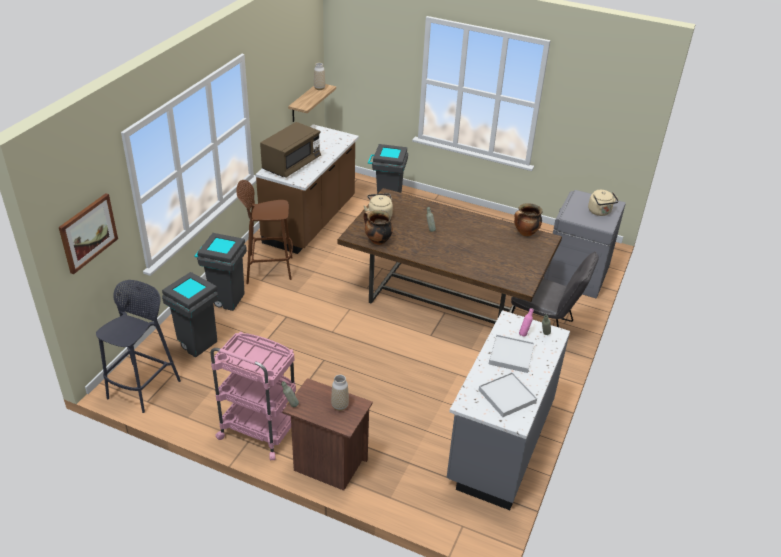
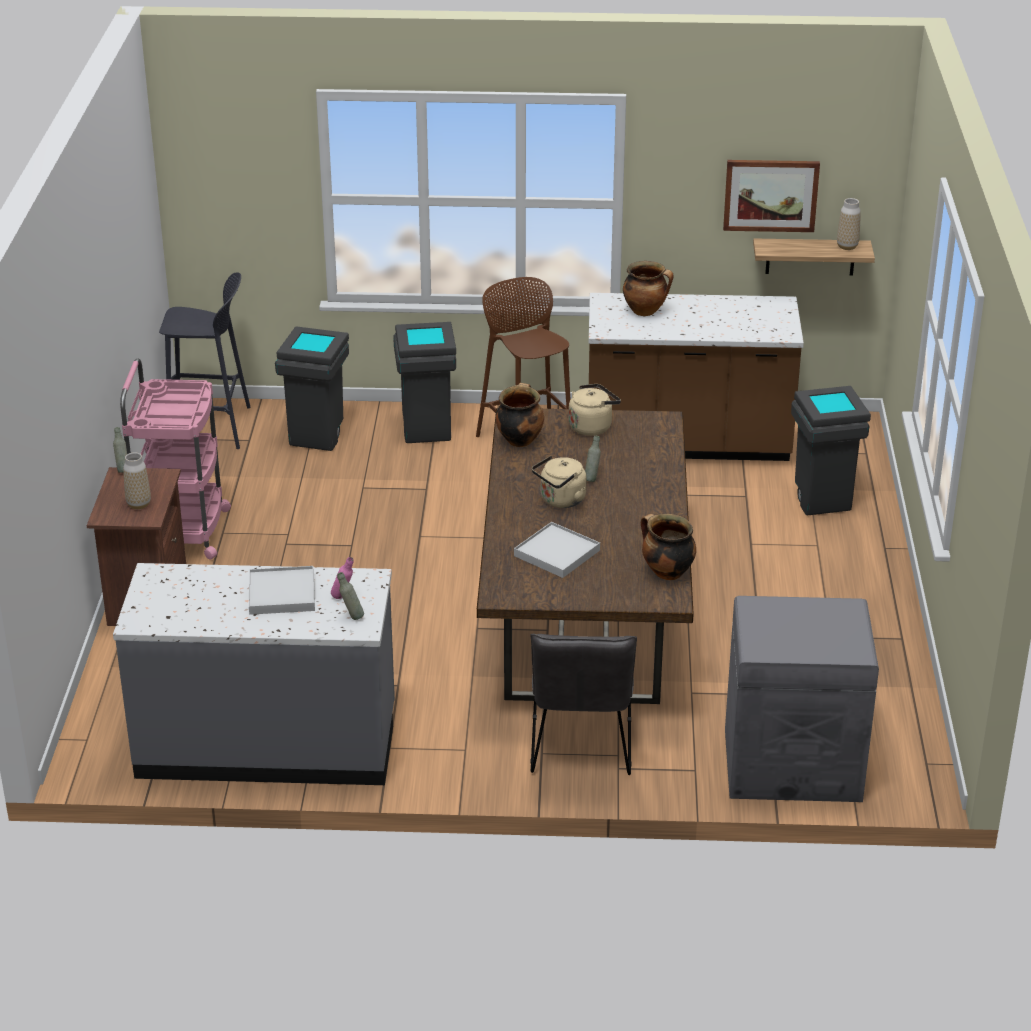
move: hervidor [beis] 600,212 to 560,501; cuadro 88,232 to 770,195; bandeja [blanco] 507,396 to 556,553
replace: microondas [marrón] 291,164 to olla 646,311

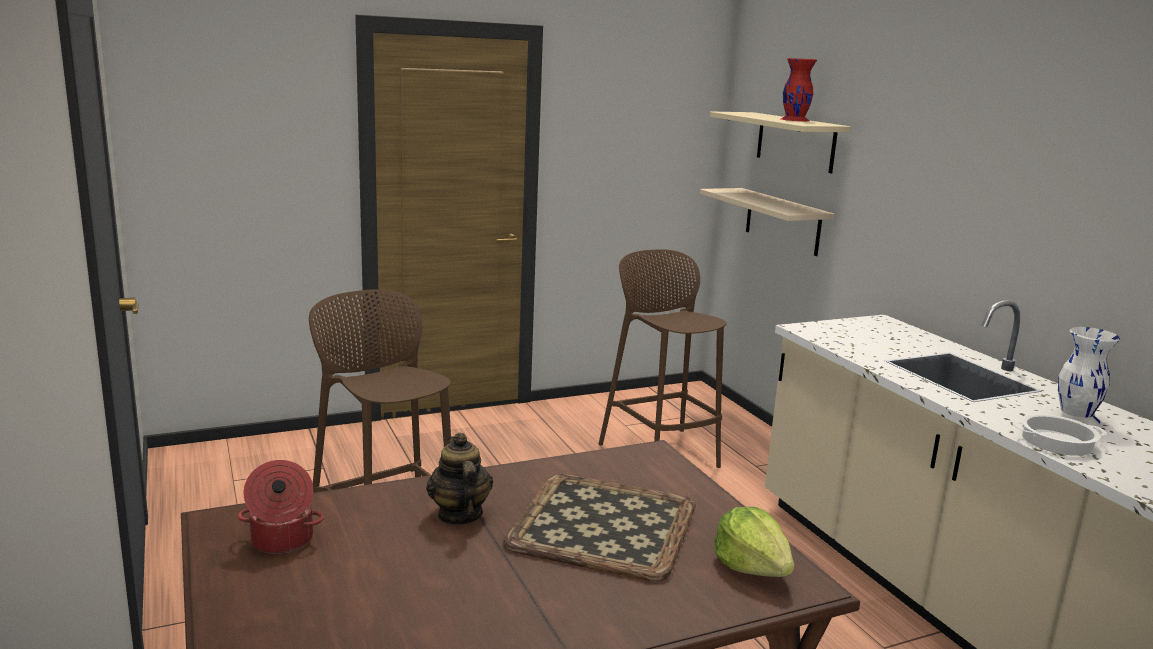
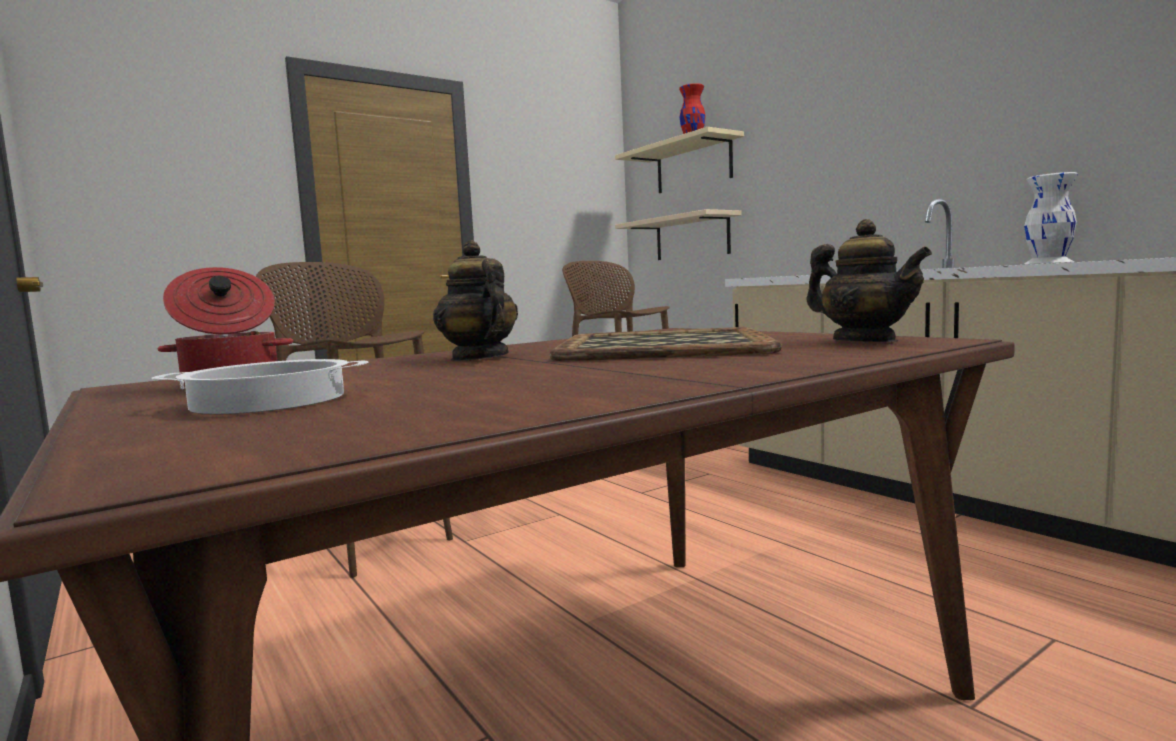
move: olla 1057,441 to 271,401
replace: lechuga 752,566 to tetera 864,341

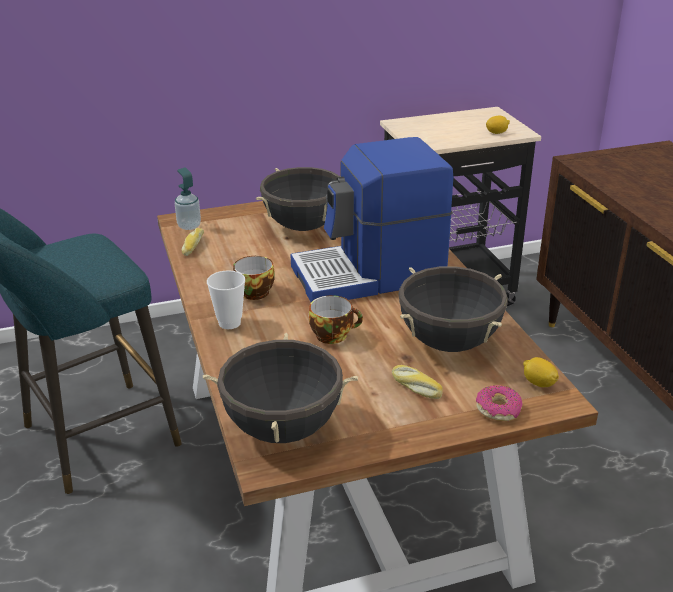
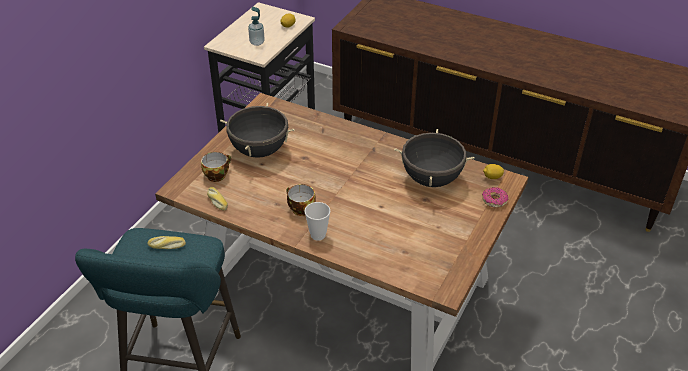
delete: cafetera 370,275; olla [negro] 283,428
move: dispensador de jabón 189,226 to 257,42; taza 333,335 to 217,174; pan 415,387 to 166,246

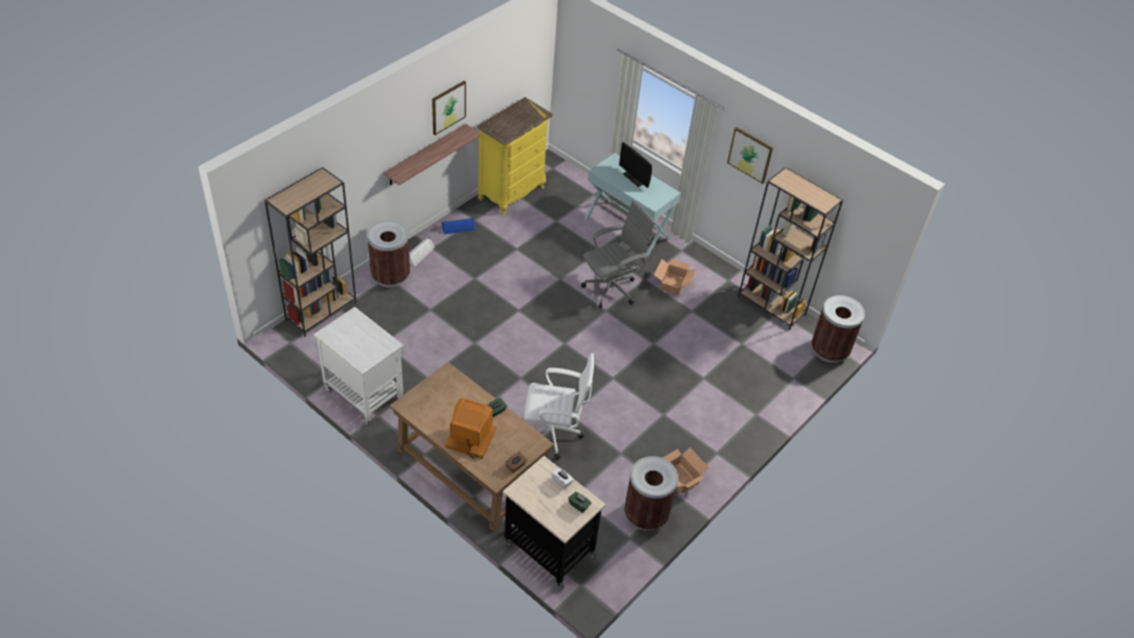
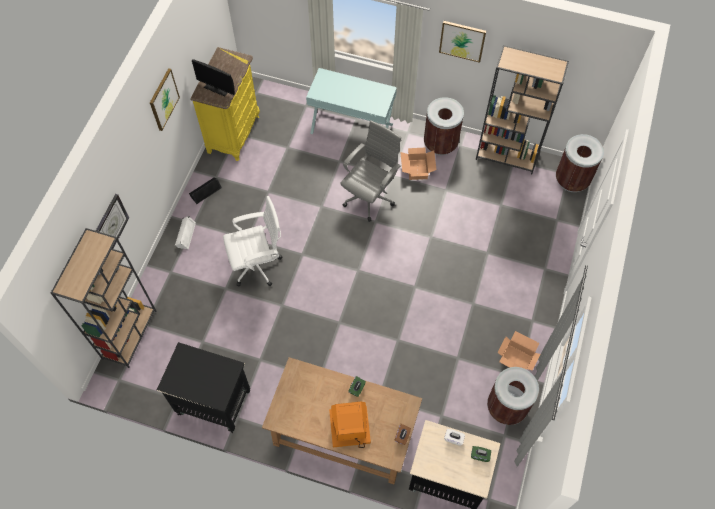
delete: estante 425,155
insert: reloj de pared 111,224
move: monitor 634,178 to 217,88; papelera [marrón] 390,276 to 440,143; silla de oficina [blanco] 554,434 to 258,264
recolor: altavoz [azul] 458,227 to altavoz [negro] 205,191; carrito [blanco] 363,394 to carrito [negro] 213,402

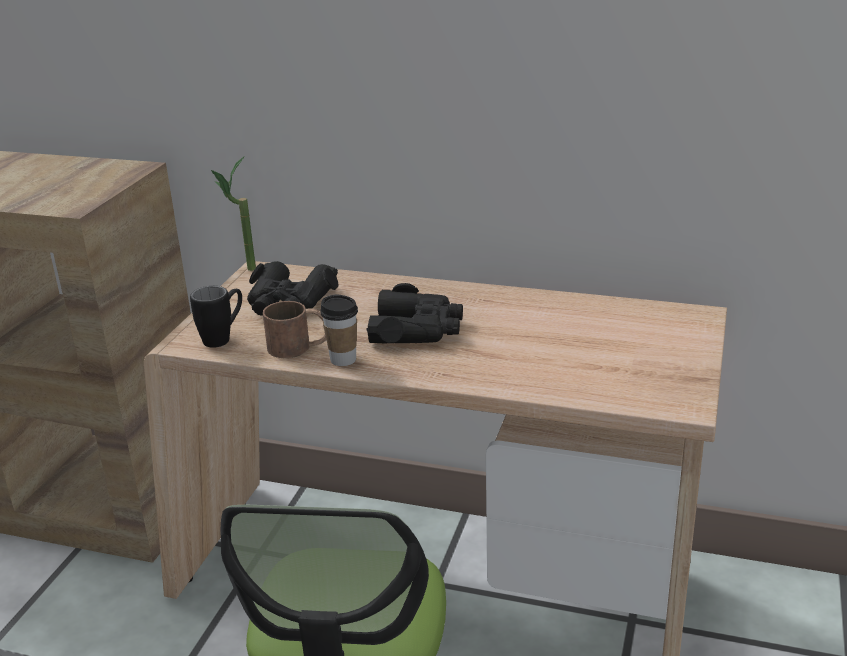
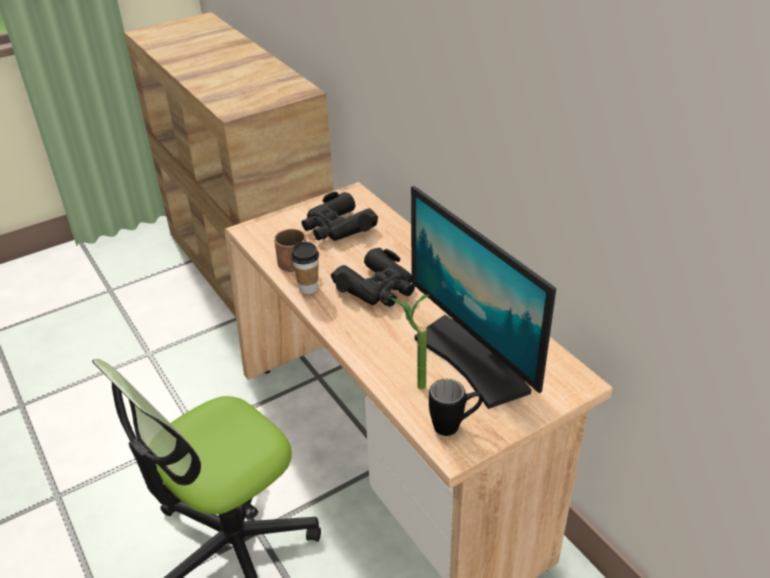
insert: monitor 473,360
move: planta en maceta 243,270 to 412,385; taza grande [negro] 223,337 to 454,425

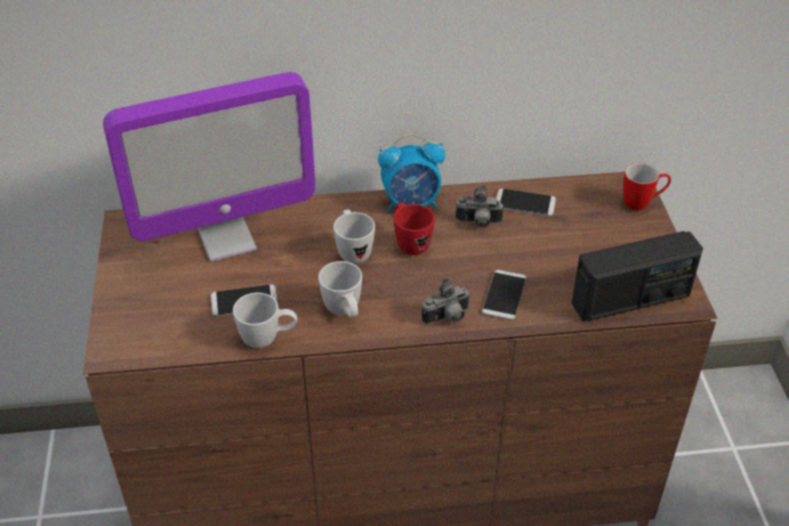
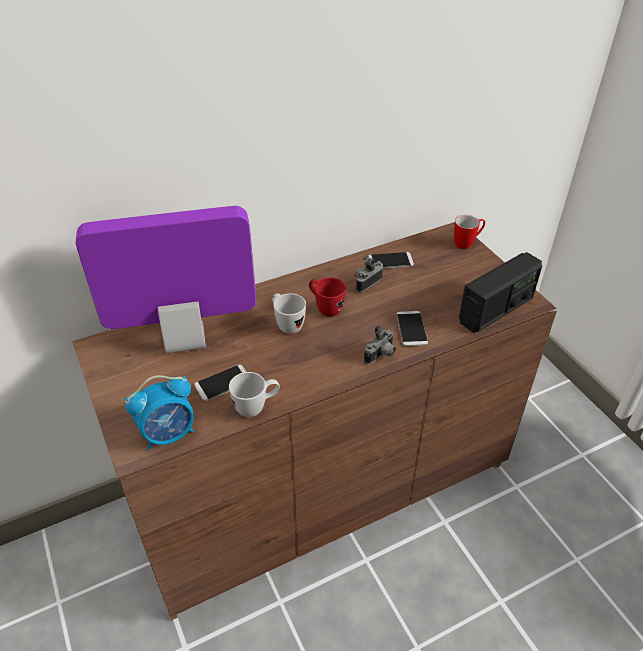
delete: taza grande [blanco] 344,312
move: despertador 411,203 to 169,434
rotate: monitor 227,239 = 185,339 150 degrees counterclockwise; cámara 478,223 = 366,282 150 degrees clockwise

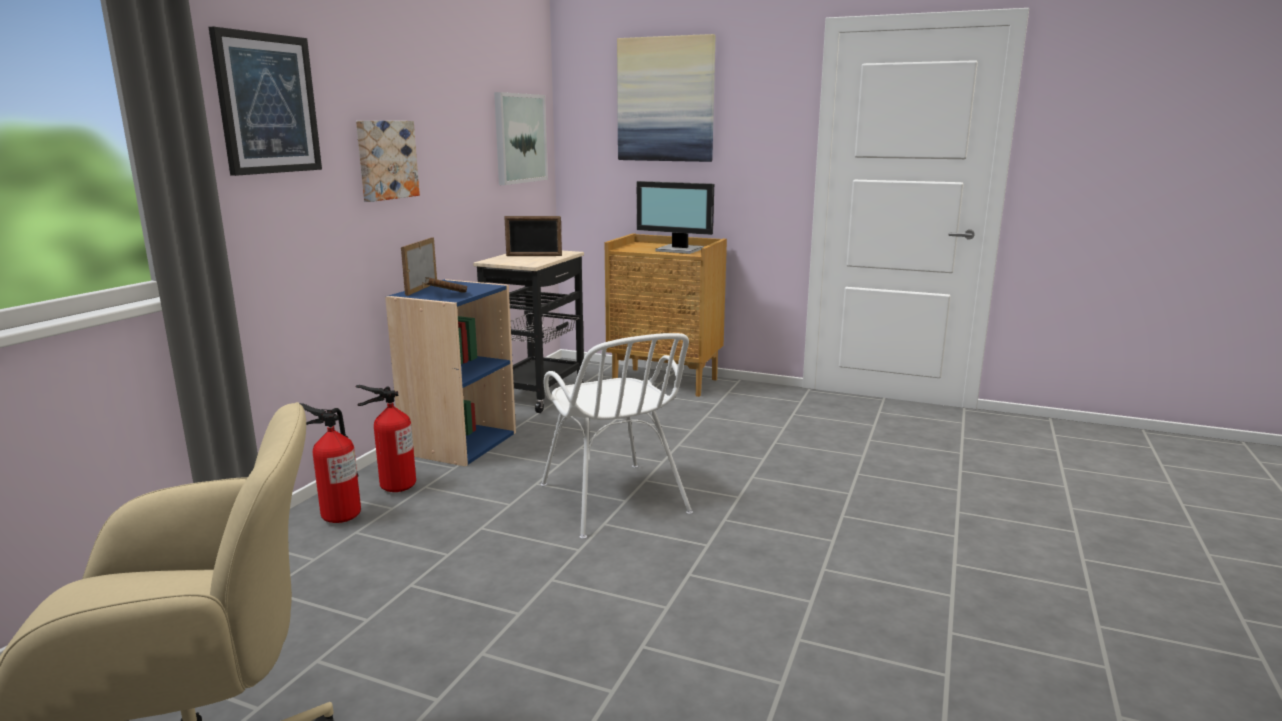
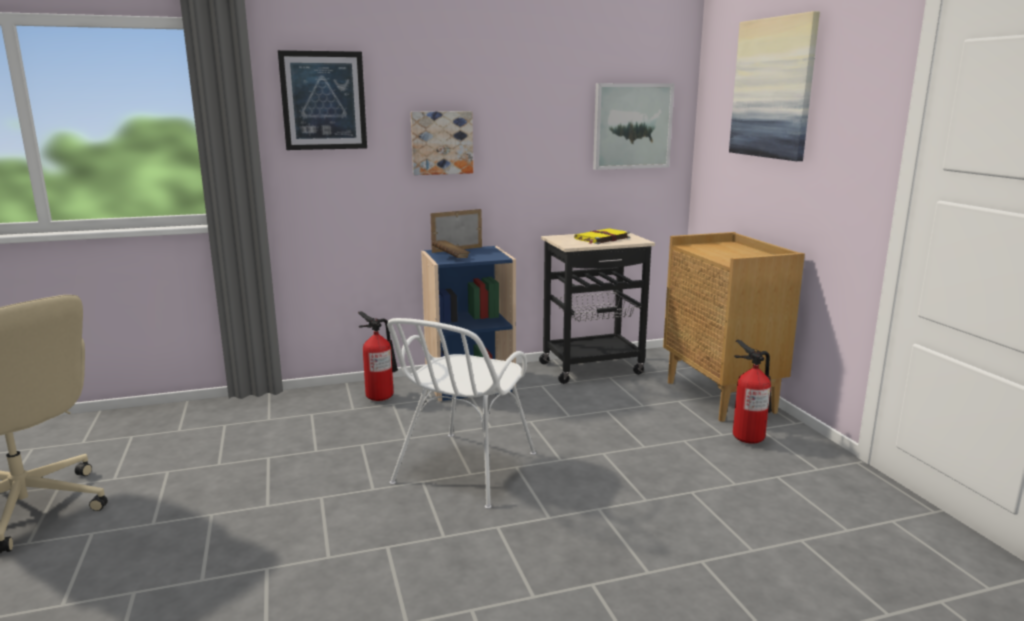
delete: monitor 679,250
move: extintor 342,515 to 750,438
replace: portarretratos 534,256 to libro [amarillo] 601,238

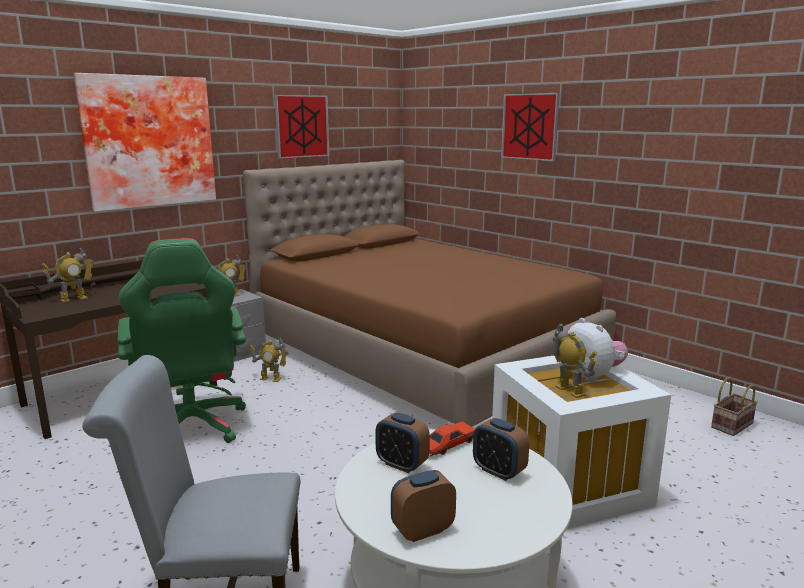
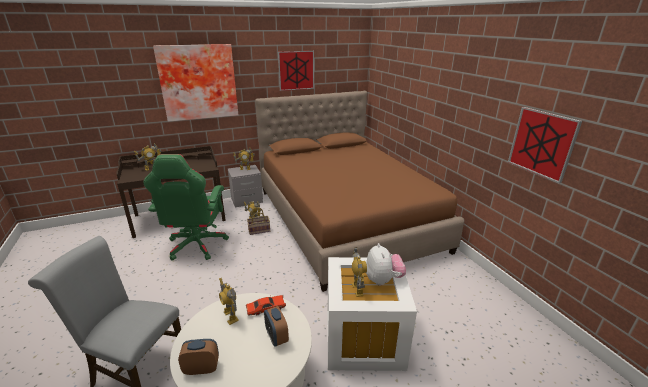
move: cuadro 529,126 to 542,143; cesta 731,425 to 259,230
replace: despertador 402,464 to robot de juguete 230,316

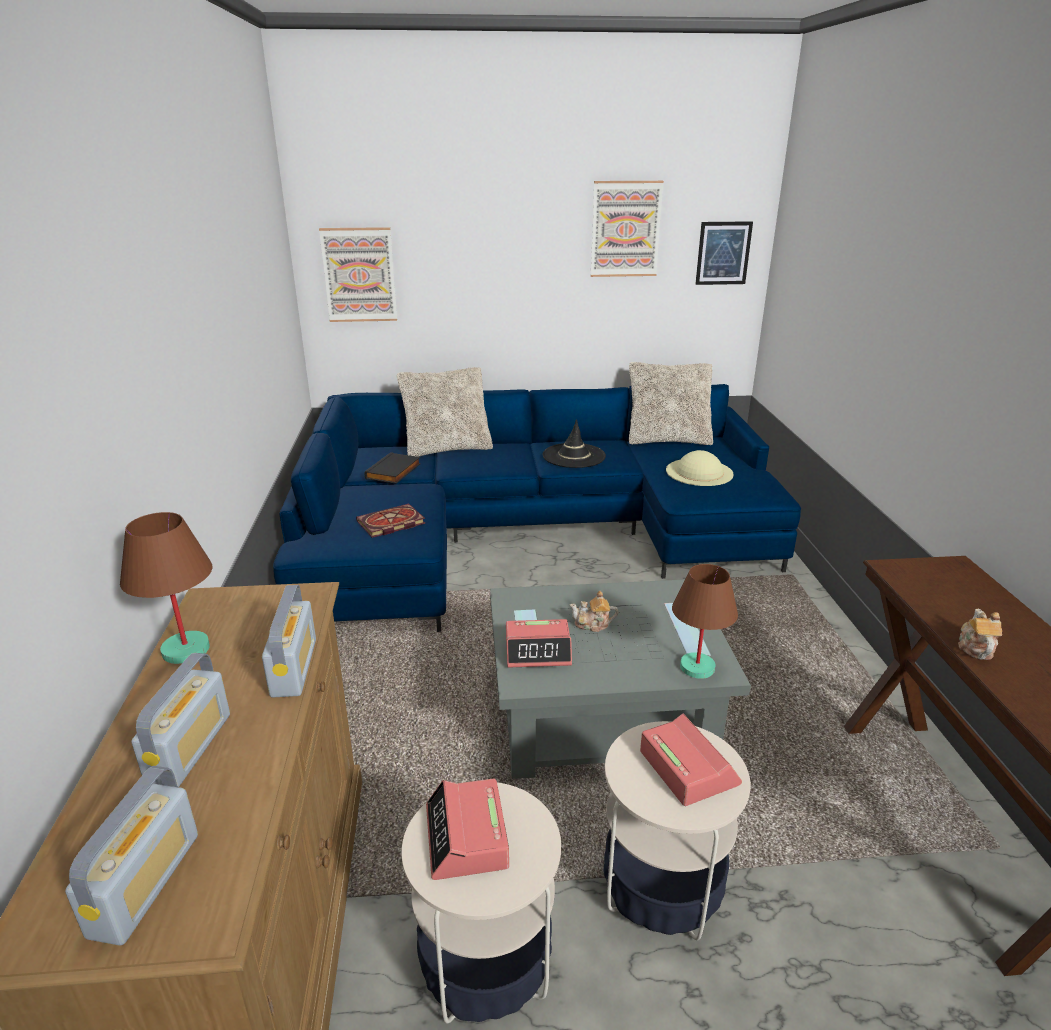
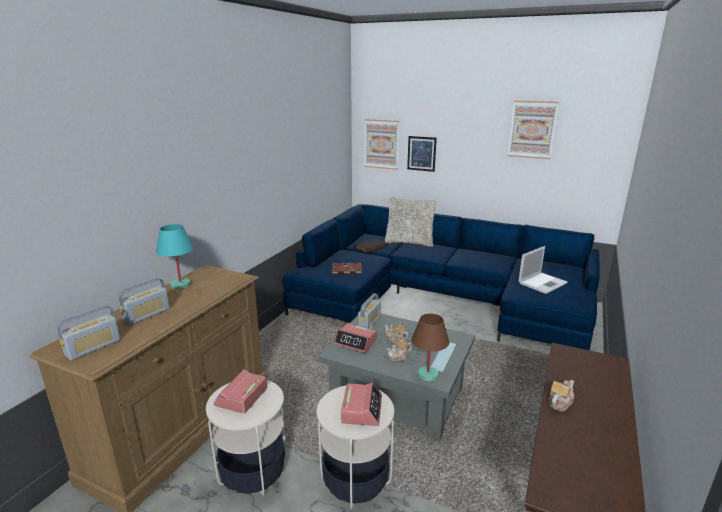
delete: cojín [beis] 668,438; sombrero [negro] 573,456
insert: tetera 399,357
move: cuadro 723,253 to 421,153; radio 294,667 to 369,322
replace: sombrero [beis] 699,472 to portátil 543,283
recolor: lámpara de mesa [marrón] 185,650 to lámpara de mesa [turquesa] 180,285

